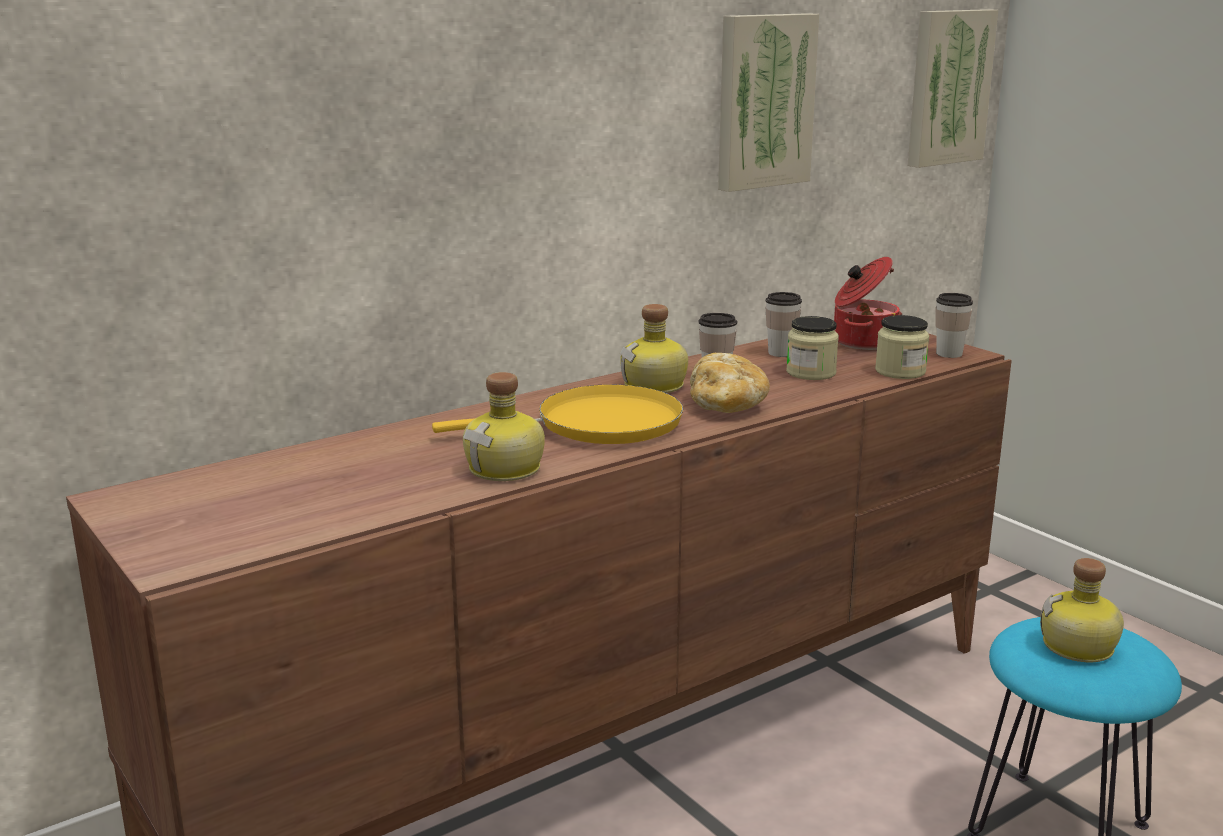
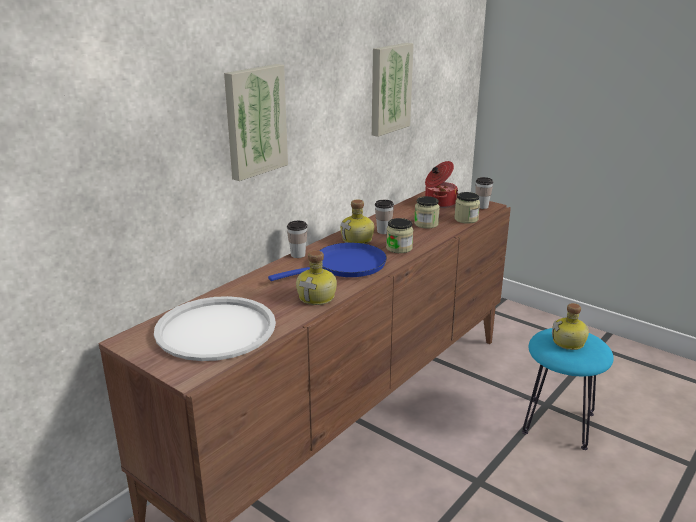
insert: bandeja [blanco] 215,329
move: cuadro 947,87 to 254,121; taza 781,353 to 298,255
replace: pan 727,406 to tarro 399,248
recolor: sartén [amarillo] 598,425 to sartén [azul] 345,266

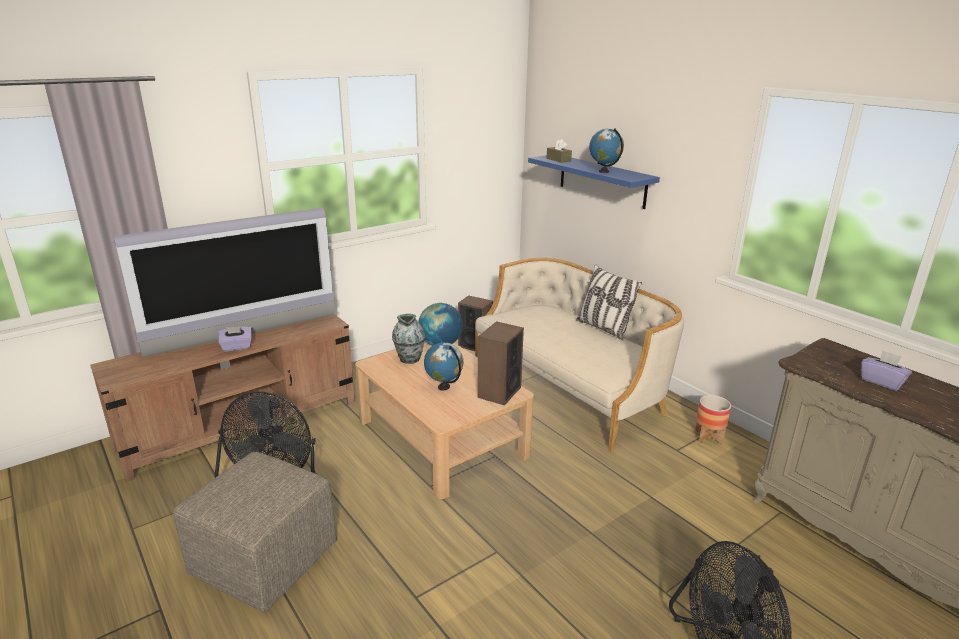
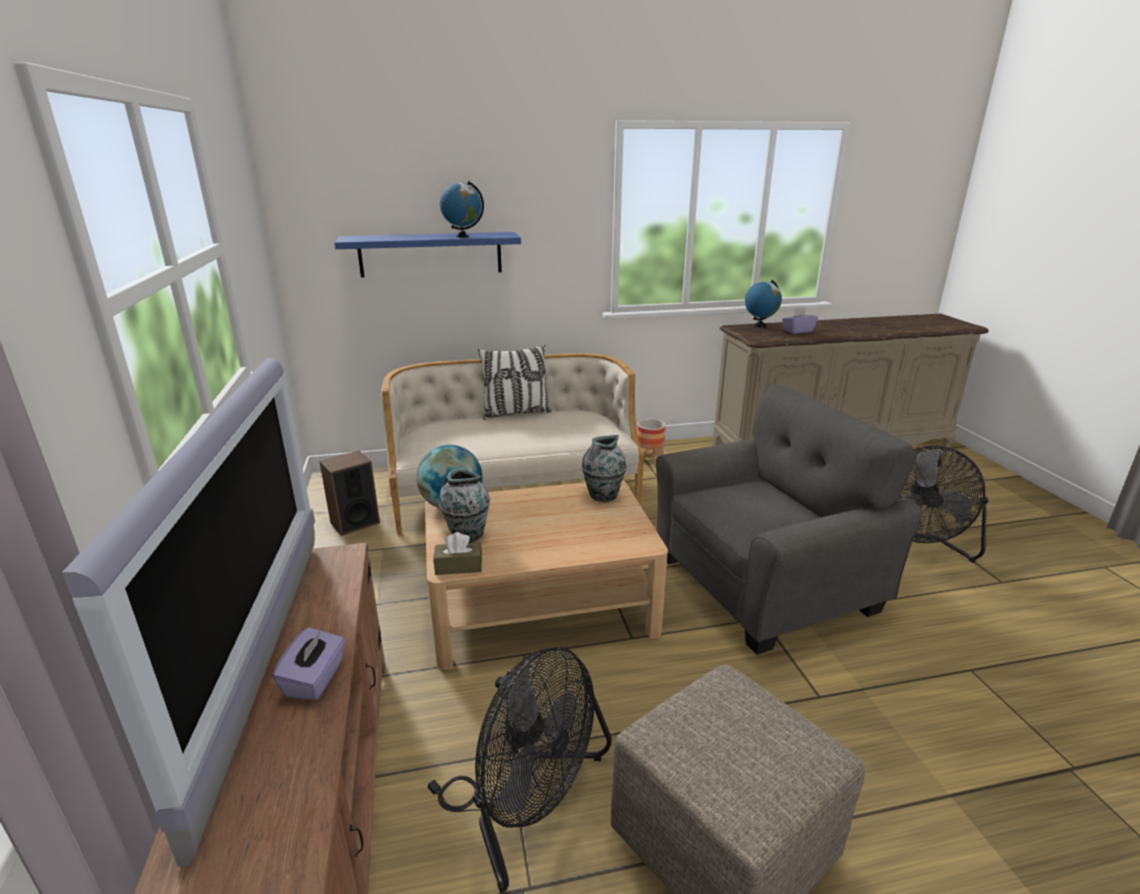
insert: sillón [gris] 764,583
move: caja de pañuelos [marrón] 558,160 to 459,566; globo terráqueo 444,387 to 759,325
replace: altavoz 499,392 to florero 602,496

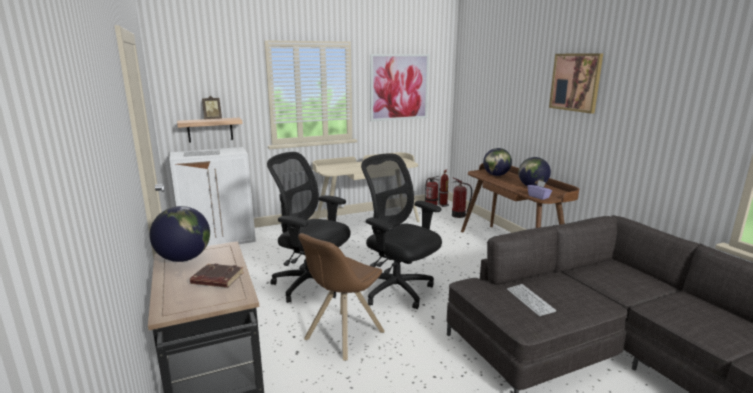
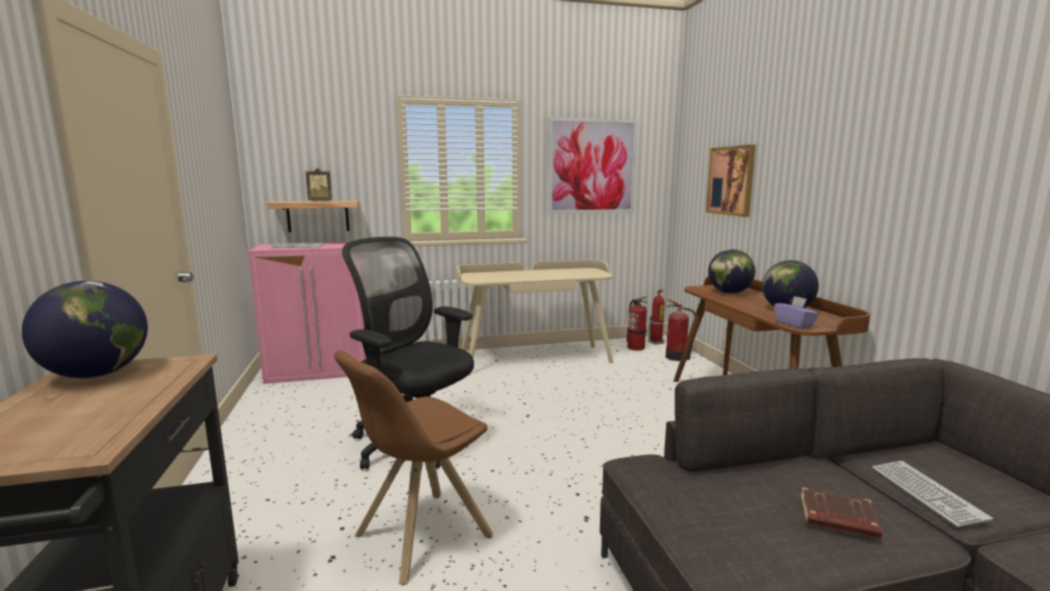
delete: silla de oficina [negro] 400,291
move: cuadro 575,82 to 731,181; libro [marrón] 217,279 to 837,519; teclado 530,300 to 926,493
recolor: armario [blanco] 219,240 to armario [rosa] 320,370

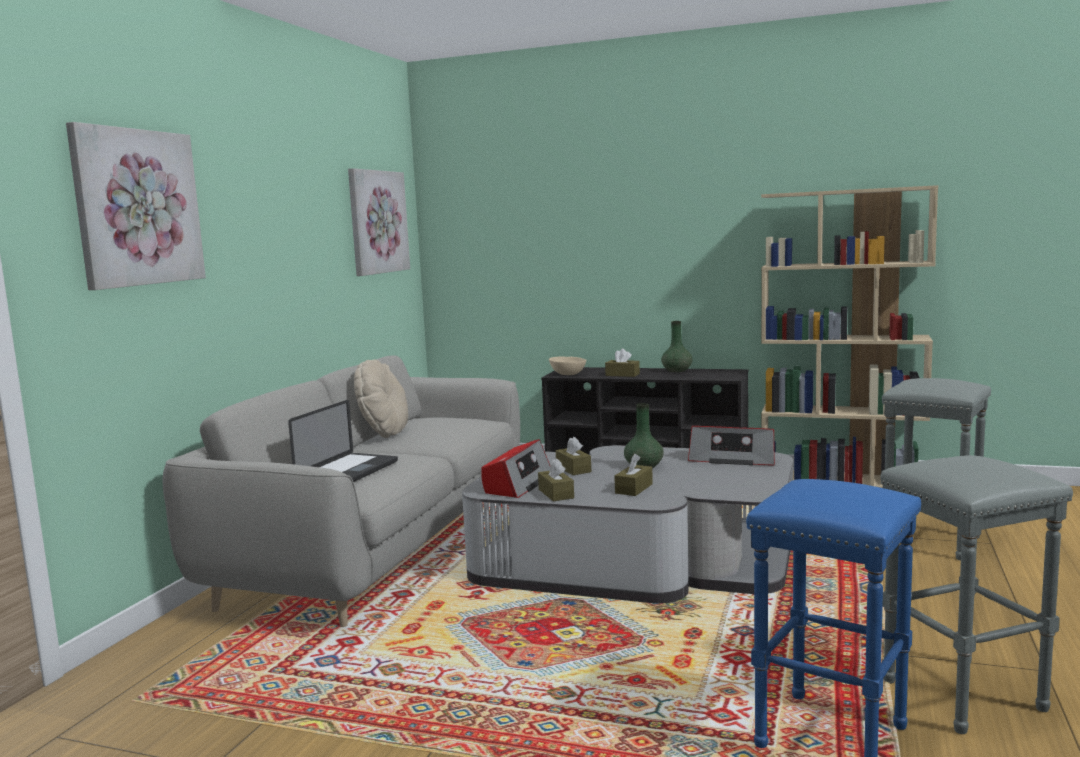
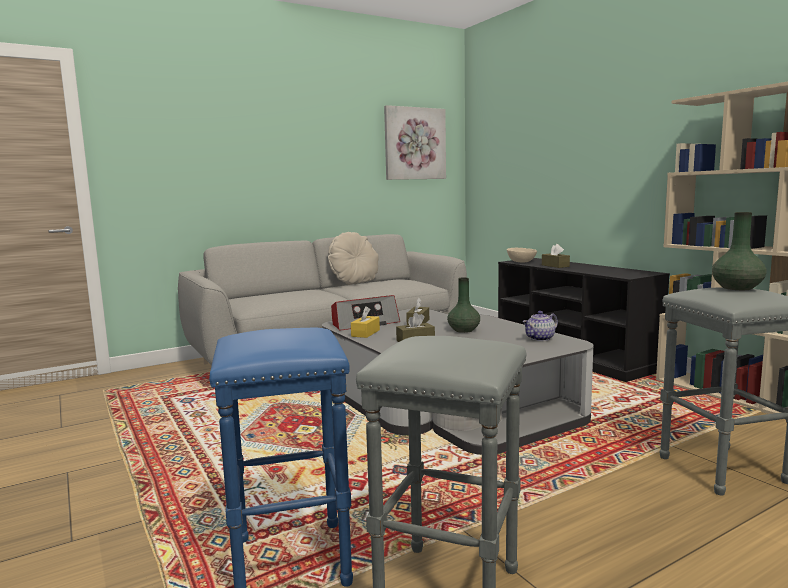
delete: cuadro 137,207; portátil 348,471
move: florero [verde] 677,370 to 737,288
replace: radio 733,458 to tetera 540,339
recolor: caja de pañuelos [marrón] 556,494 to caja de pañuelos [amarillo] 365,333

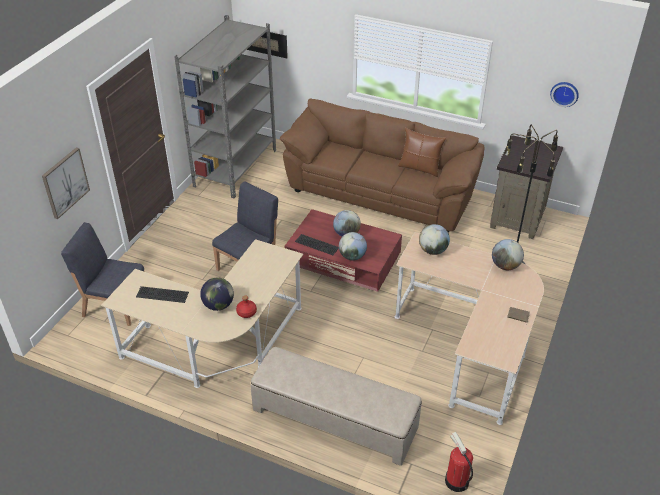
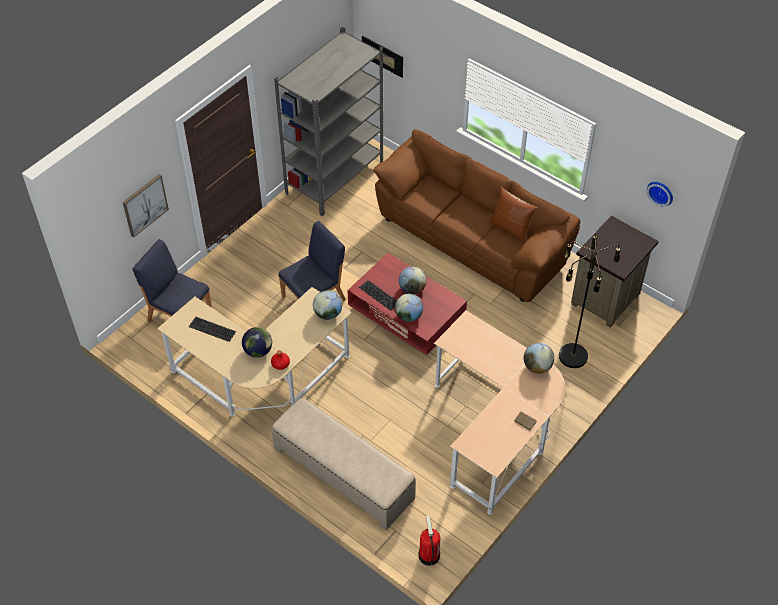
move: globo terráqueo 433,251 to 328,314

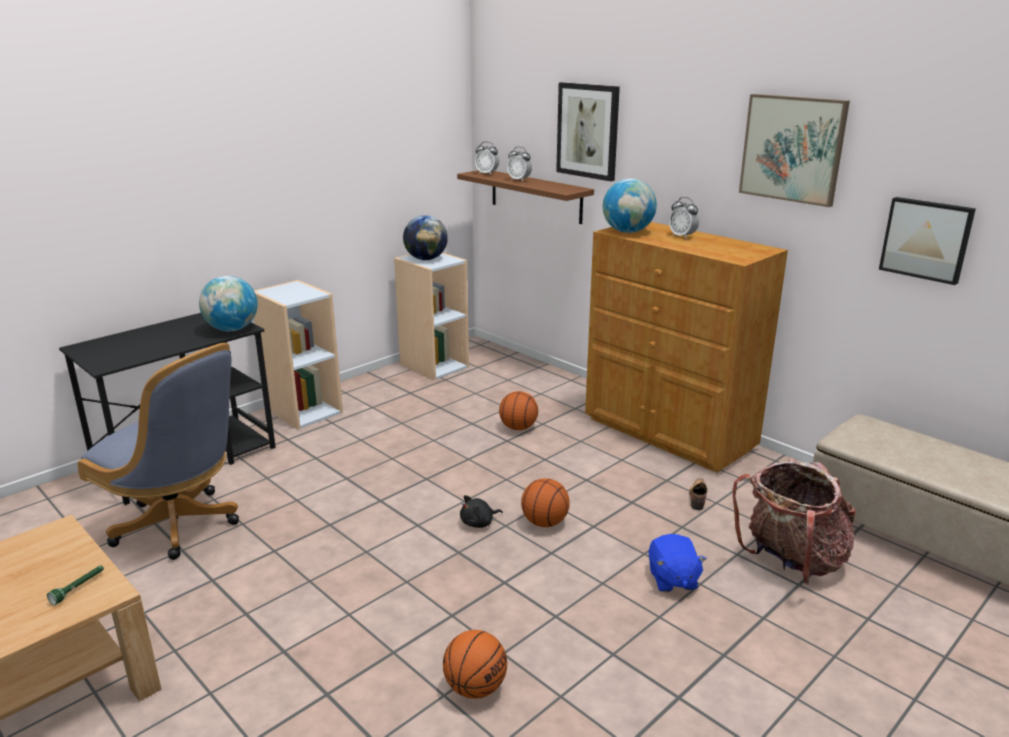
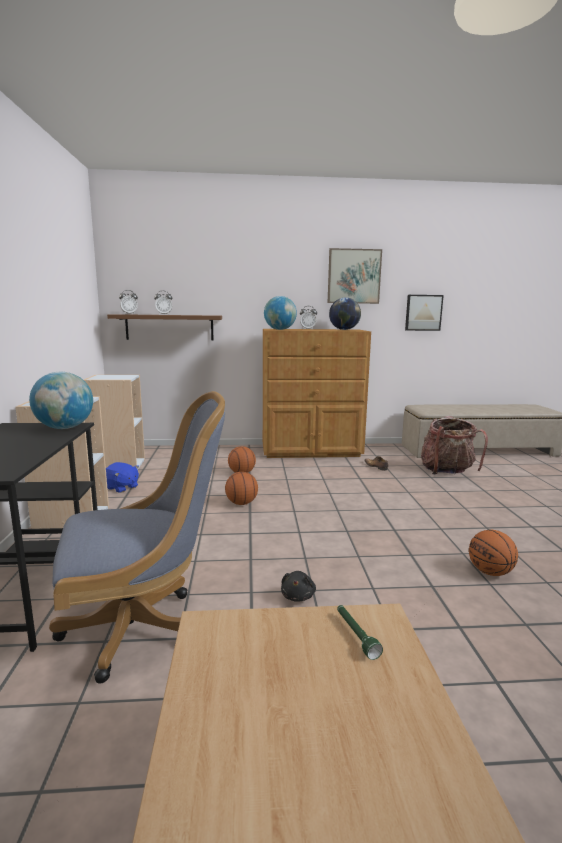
delete: cuadro 588,131
move: globo terráqueo 426,259 to 344,329; balón de baloncesto 544,523 to 241,503; peluche [negro] 479,523 to 298,596; peluche [azul] 672,579 to 122,487

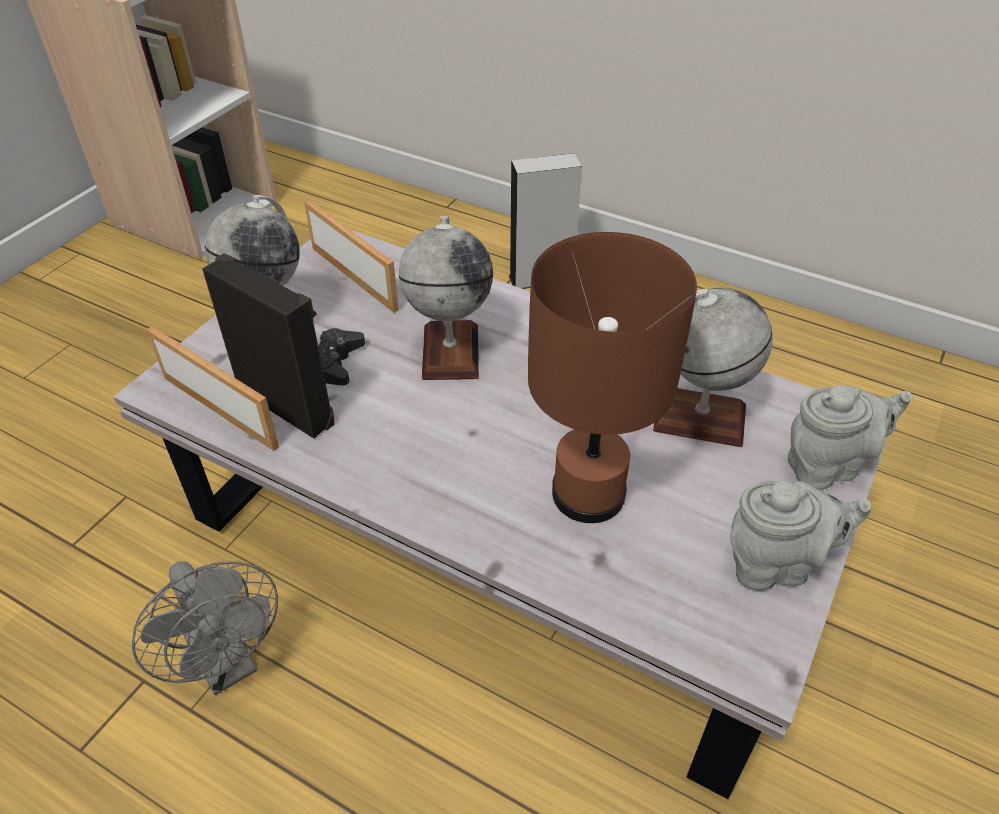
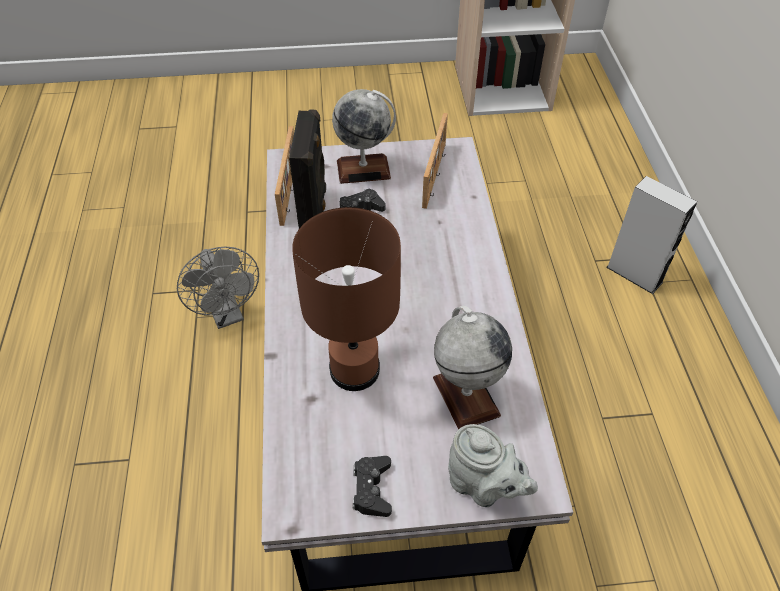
delete: globo terráqueo 450,351
replace: tetera [gris] 776,564 to mando de consola [negro] 372,489
rotate: ventilador [gris] 228,665 = 227,315 45 degrees counterclockwise

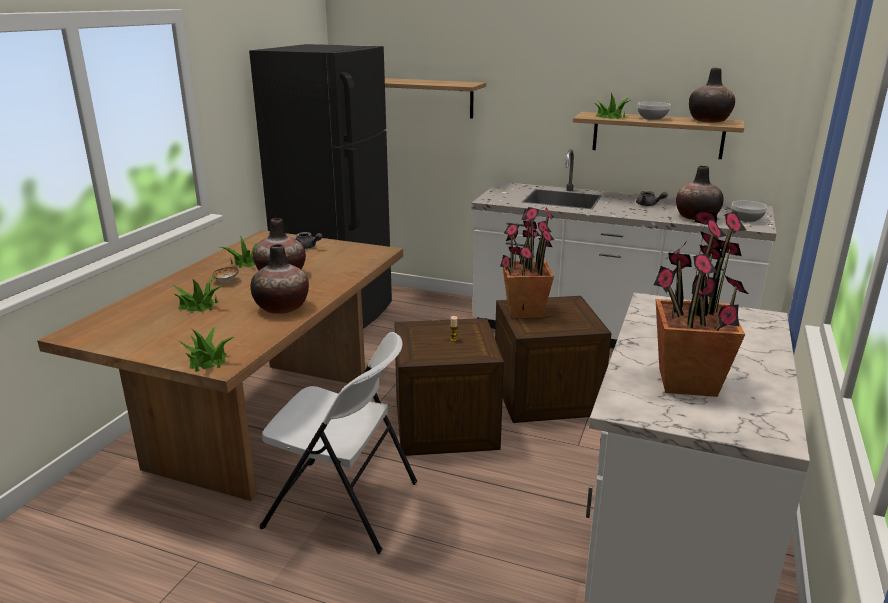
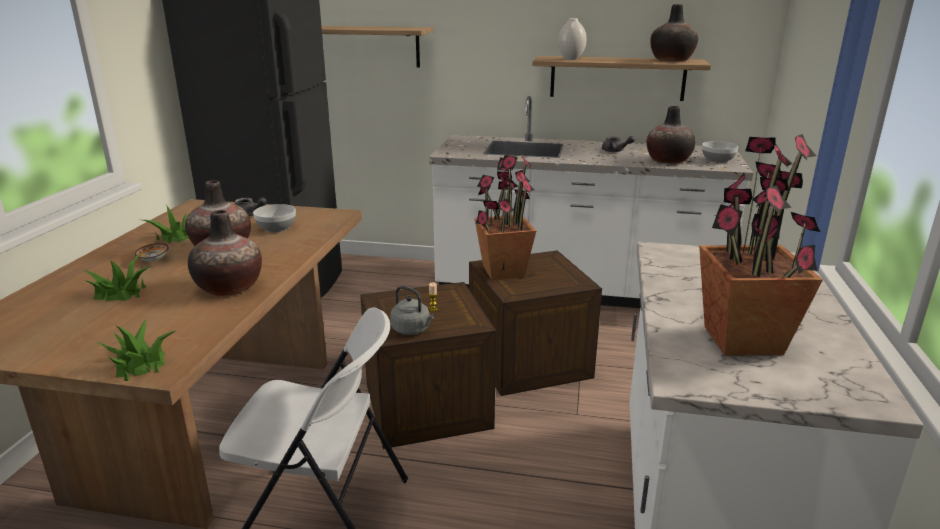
insert: hervidor [gris] 412,330
move: cuenco 652,118 to 277,228
replace: planta en maceta 611,116 to florero [blanco] 571,59

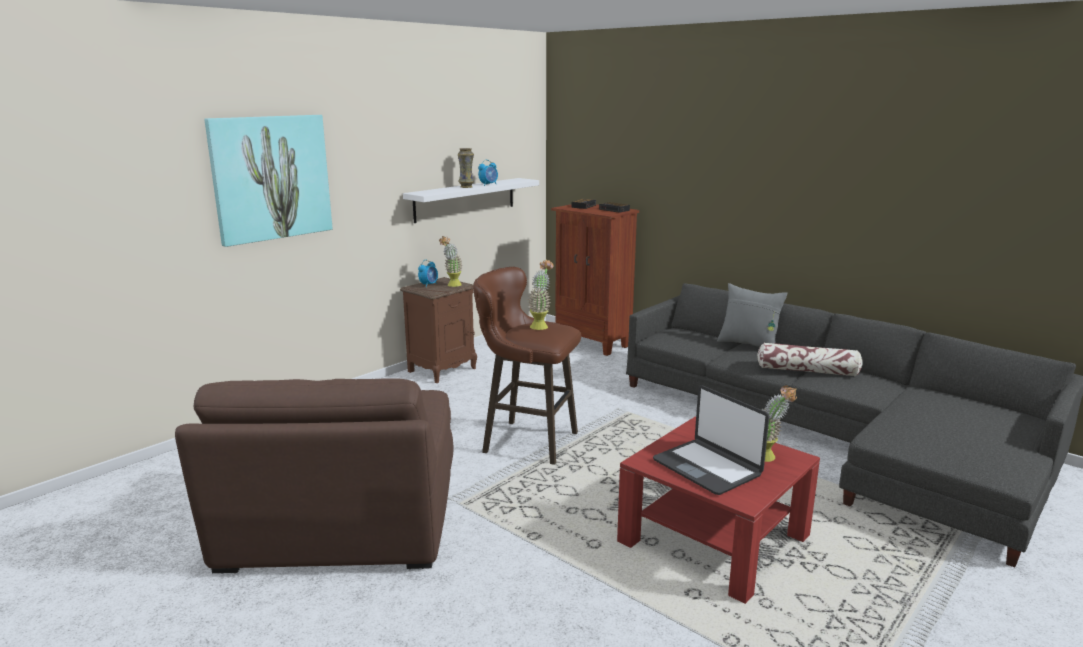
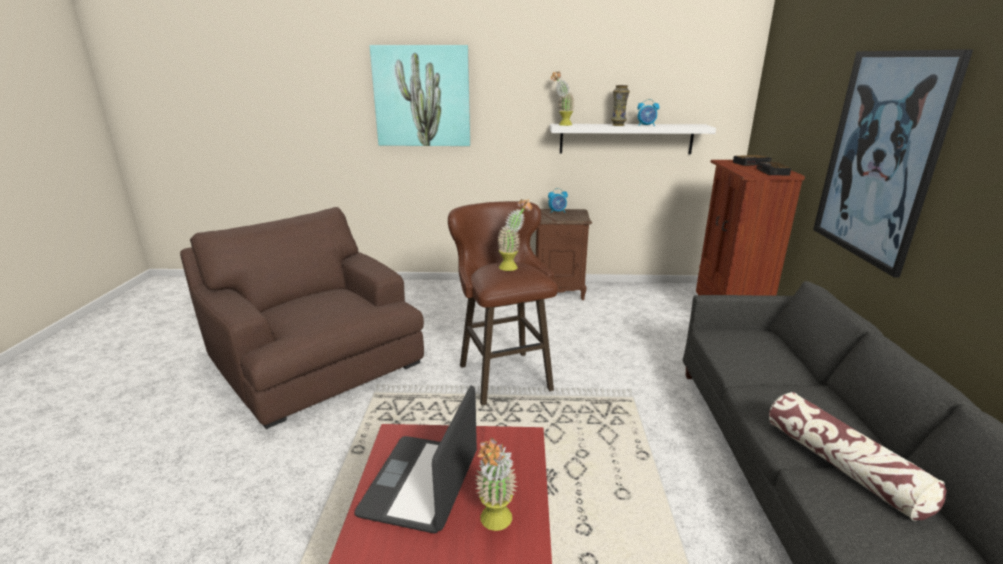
delete: cojín [gris] 748,345
insert: cuadro 879,158
move: planta en maceta 452,285 to 561,125
rotate: sillón [marrón] 343,518 = 315,361 90 degrees clockwise

